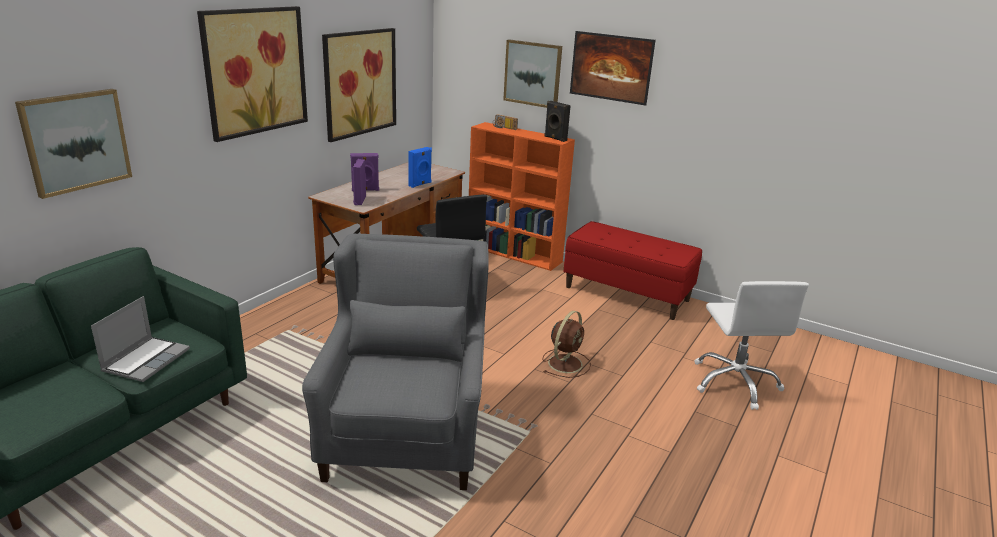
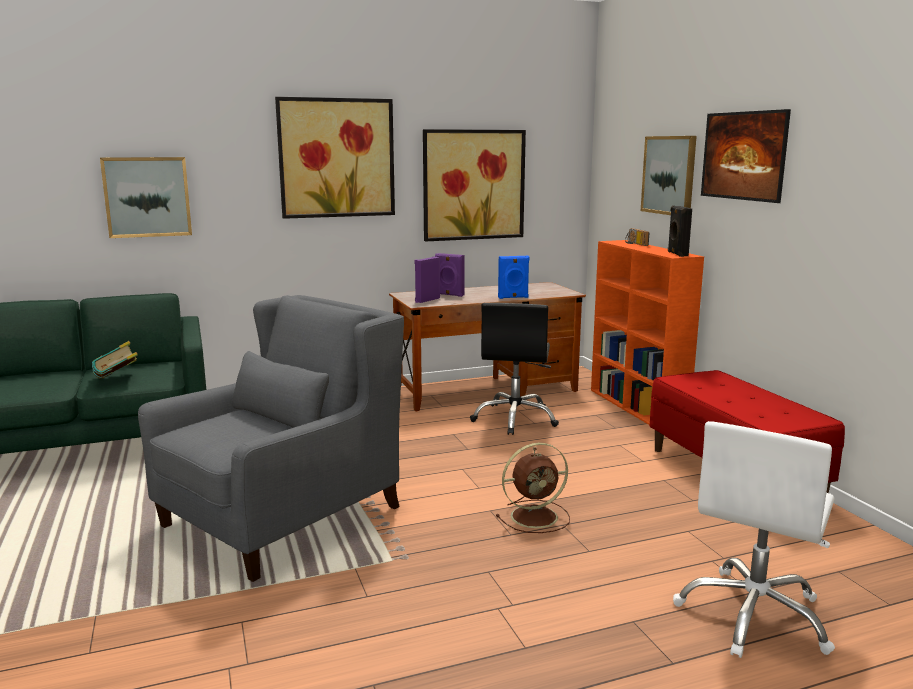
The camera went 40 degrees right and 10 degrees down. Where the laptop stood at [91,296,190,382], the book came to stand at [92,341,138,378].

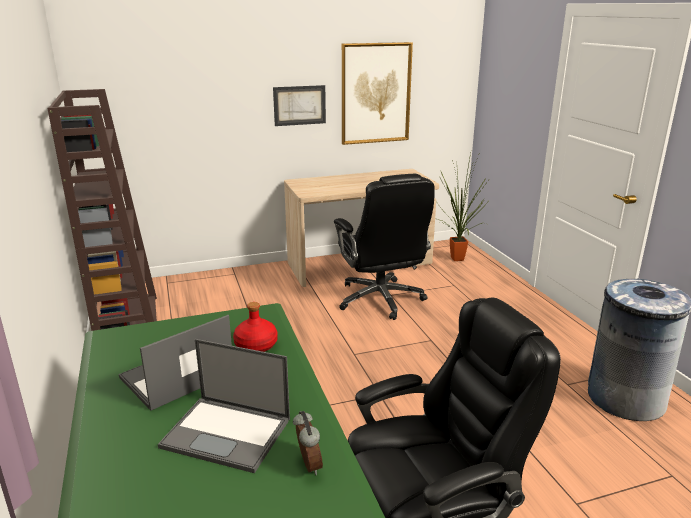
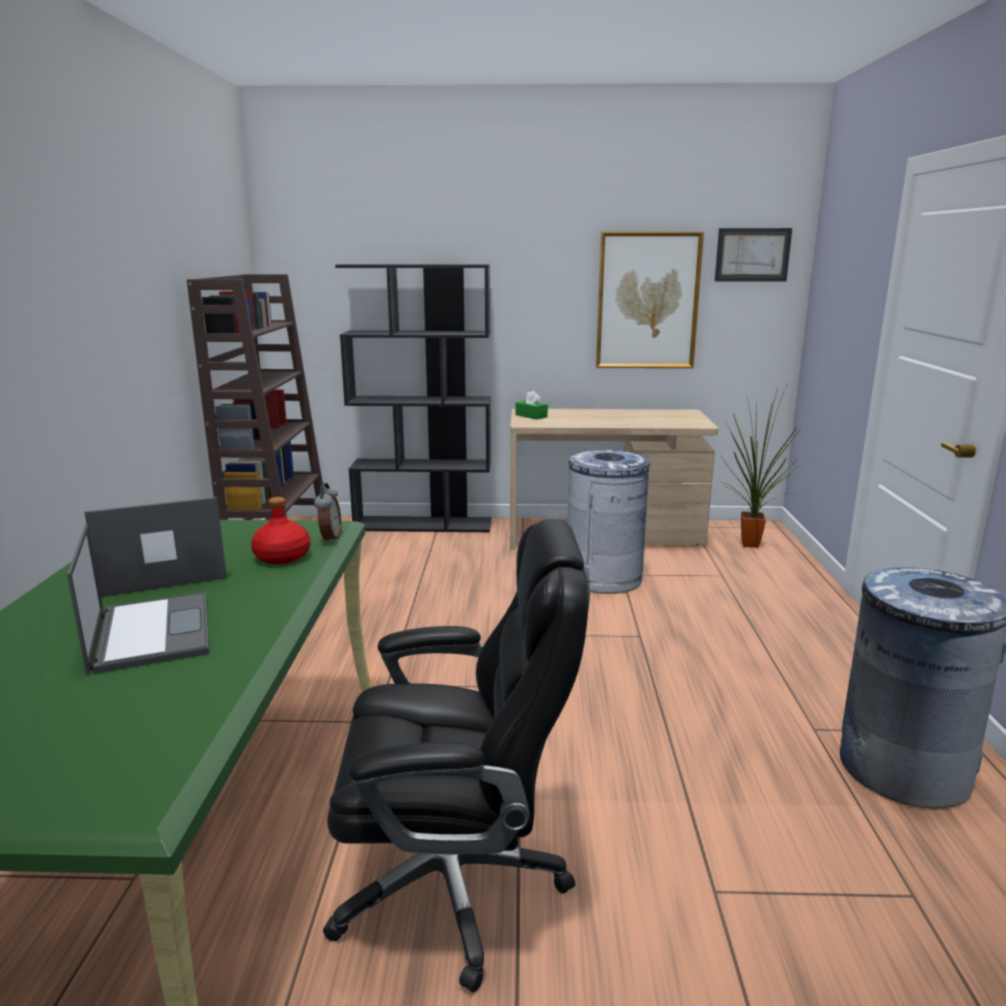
The camera went 20 degrees right and 5 degrees down. The laptop at [158,339,290,473] ended up facing another way, 150 degrees counterclockwise from before. The picture ended up elsewhere, having gone from [273,85,326,126] to [715,228,792,281]. The alarm clock ended up elsewhere, having gone from [293,411,323,475] to [314,483,341,544]. Where the black office chair stood at [334,174,435,320], the grey trash can came to stand at [567,450,650,594]. The second view gained the black bookcase at [335,264,491,532]. The second view gained the green tissue box at [515,391,548,420].

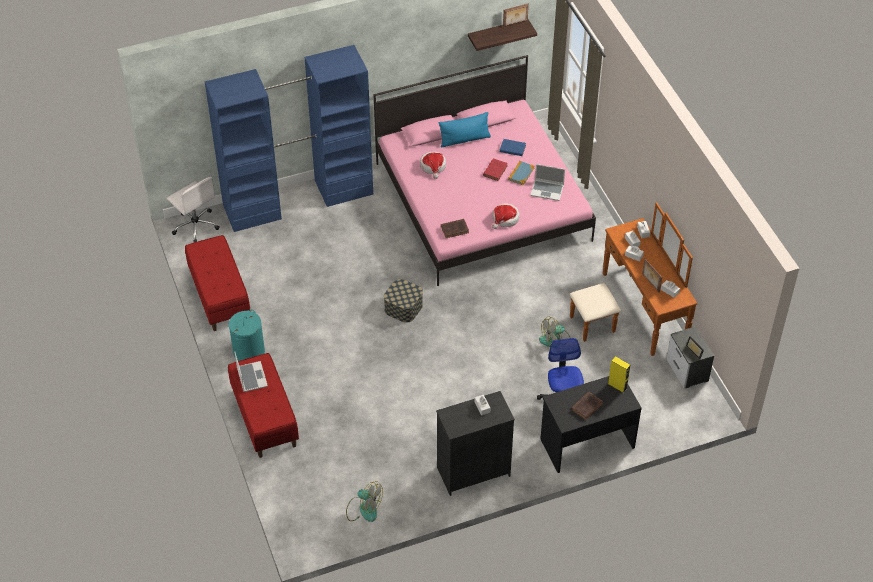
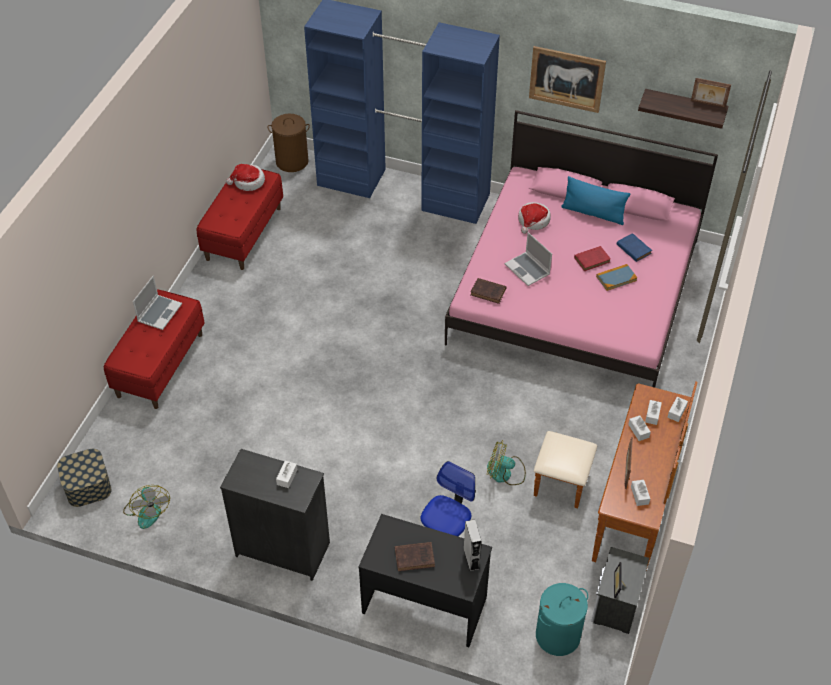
The camera went 40 degrees right and 0 degrees up. Where the white office chair stood at [167,177,220,243], the brown laundry basket came to stand at [267,114,310,172]. The turquoise laundry basket ended up elsewhere, having gone from [229,309,265,361] to [536,583,588,656]. The storage box ended up elsewhere, having gone from [384,279,423,323] to [57,449,111,507]. The hat ended up elsewhere, having gone from [492,203,520,229] to [226,164,265,191]. The laptop ended up elsewhere, having gone from [530,164,565,201] to [505,232,552,286]. What was the yellow speaker at [608,356,630,393] turned into the grey speaker at [463,519,481,571]. The second view gained the picture at [529,46,606,113].

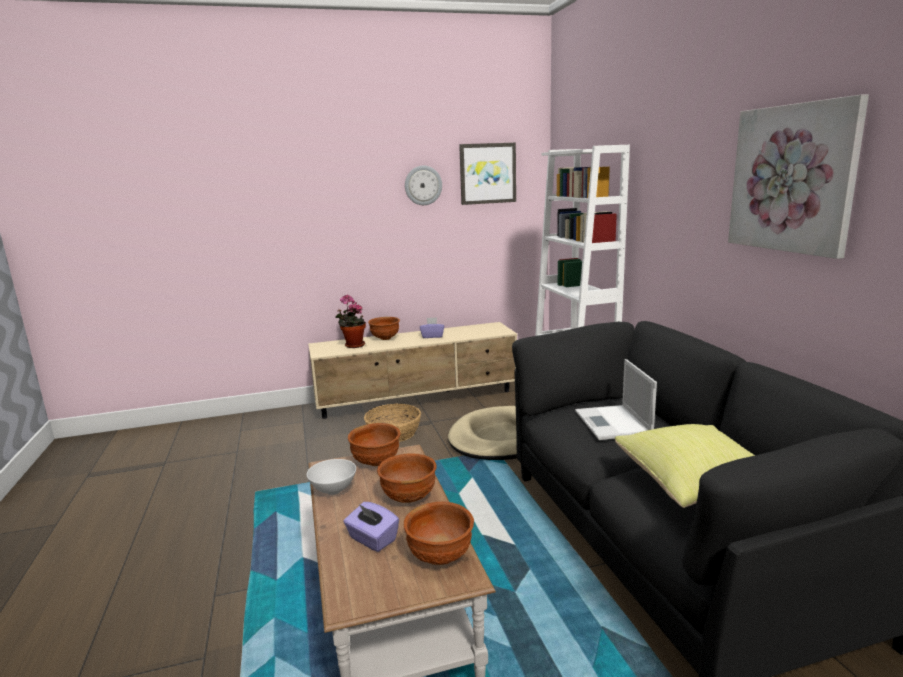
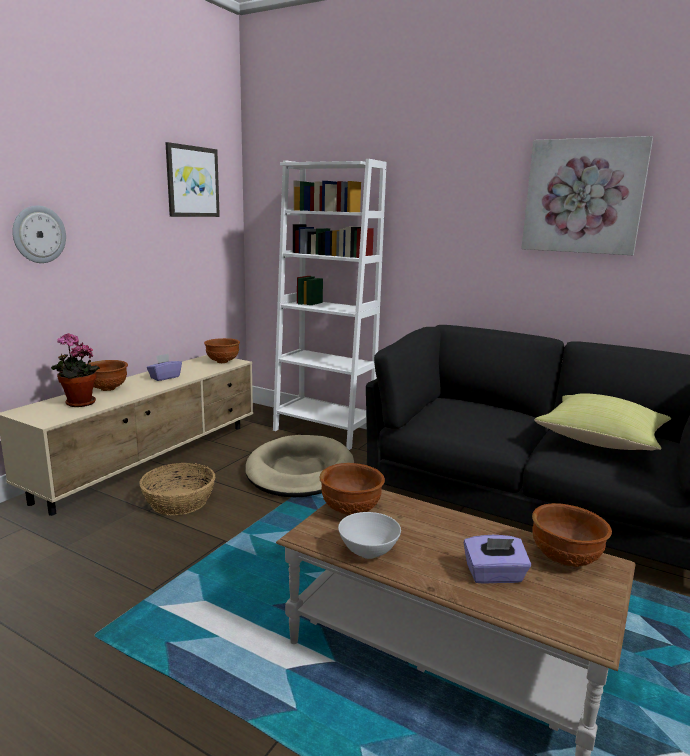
The camera went 45 degrees left and 0 degrees up. The brown bowl ended up elsewhere, having gone from [377,453,437,503] to [204,338,240,363]. The wall clock ended up elsewhere, having gone from [405,166,442,205] to [12,205,66,263]. The second view lost the laptop at [575,359,657,440].

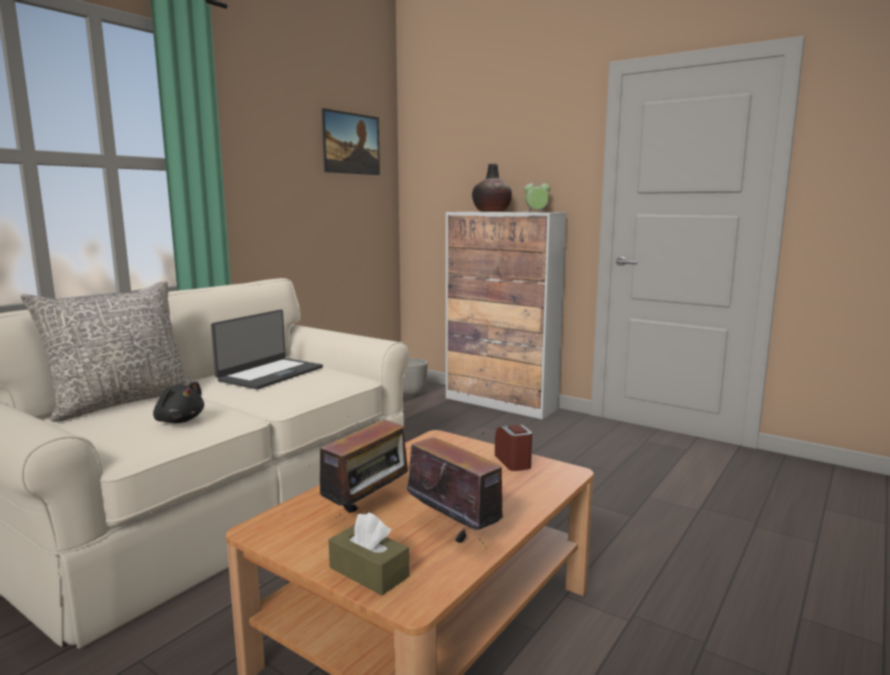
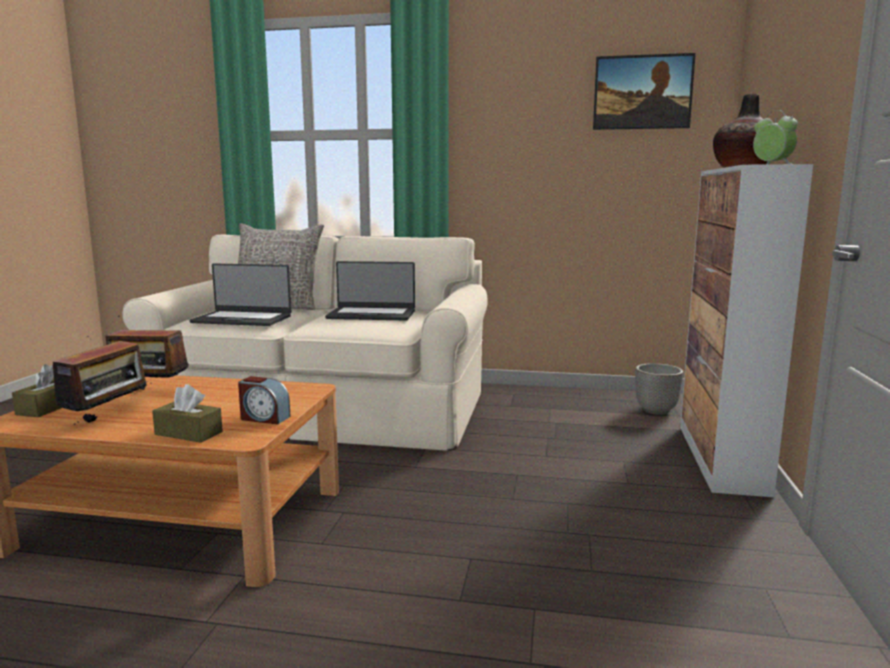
The camera went 65 degrees right and 0 degrees up. Where the black plush toy stood at [153,381,204,423], the laptop came to stand at [189,263,292,326]. The alarm clock at [495,424,532,471] ended up facing another way, 60 degrees clockwise from before. The second view gained the brown tissue box at [152,384,223,443].

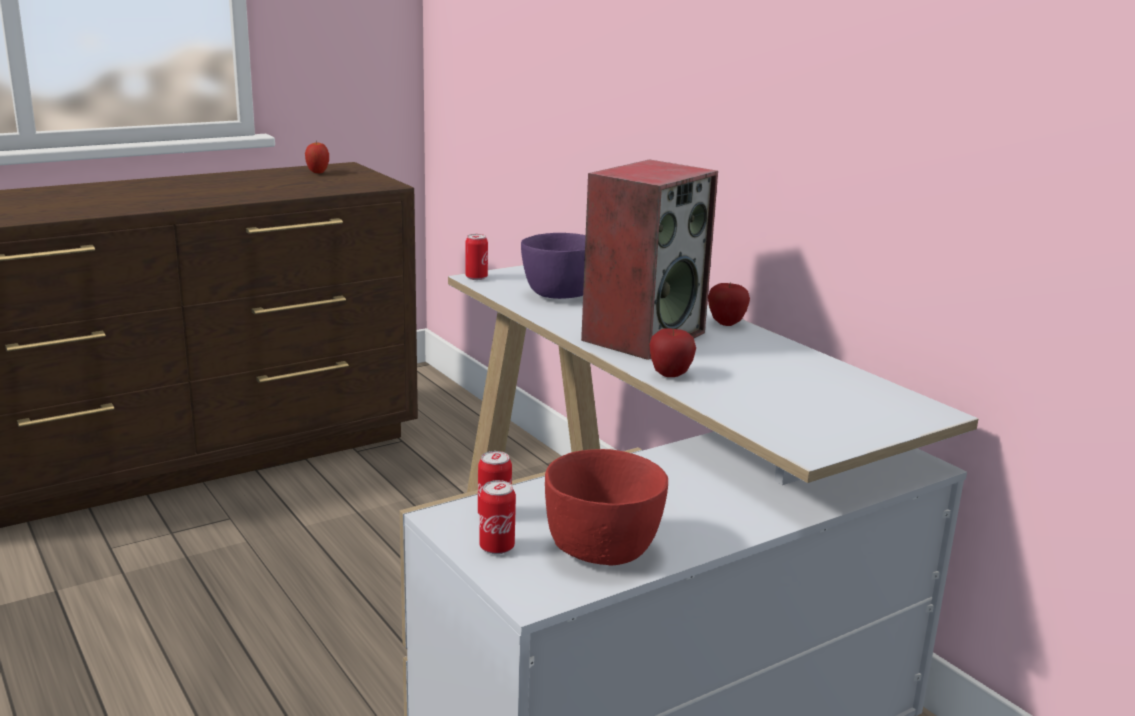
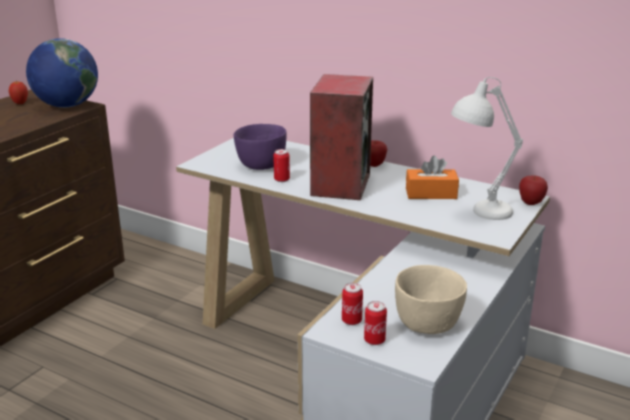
The camera went 25 degrees left and 5 degrees up. The can ended up elsewhere, having gone from [465,234,488,280] to [273,149,290,182]. What was the red bowl at [545,449,668,565] turned into the beige bowl at [395,265,467,334]. The apple ended up elsewhere, having gone from [649,328,696,377] to [519,175,548,205]. The second view gained the globe at [26,38,98,108]. The second view gained the orange tissue box at [406,156,459,199]. The second view gained the white table lamp at [451,77,523,220].

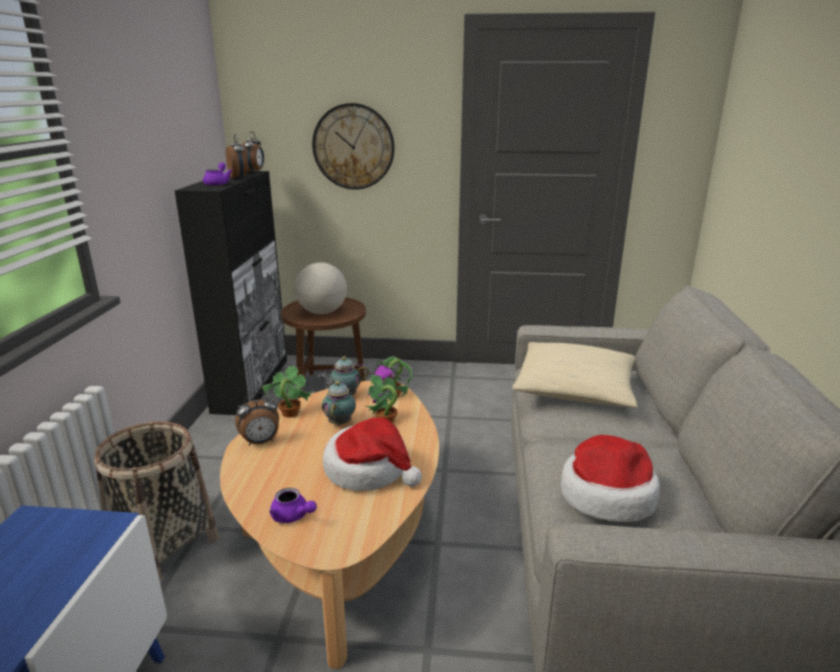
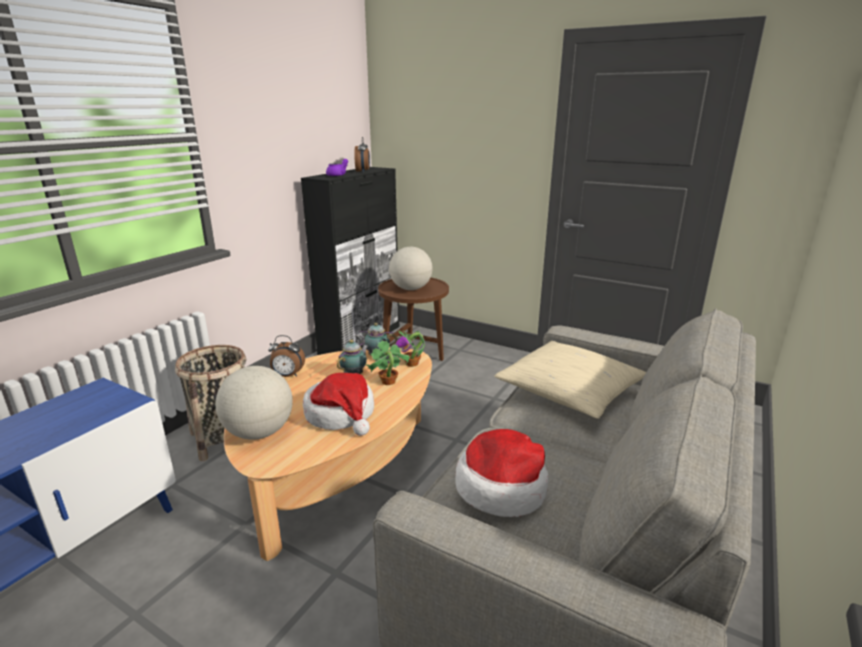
The camera went 25 degrees right and 0 degrees up. The second view lost the alarm clock at [242,131,264,173]. The second view lost the potted plant at [262,365,313,418]. Where the purple teapot stood at [269,488,317,523], the globe came to stand at [216,366,293,440]. The second view lost the wall clock at [312,103,395,190].

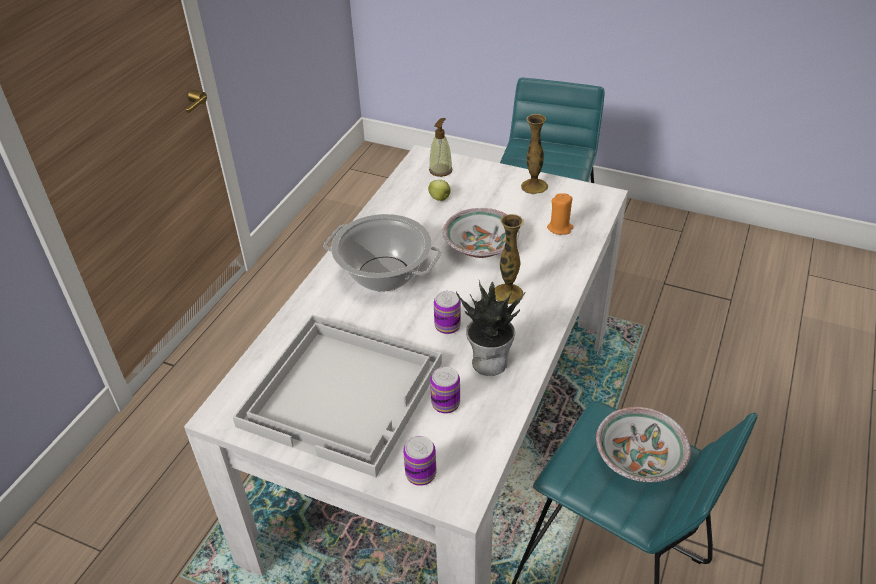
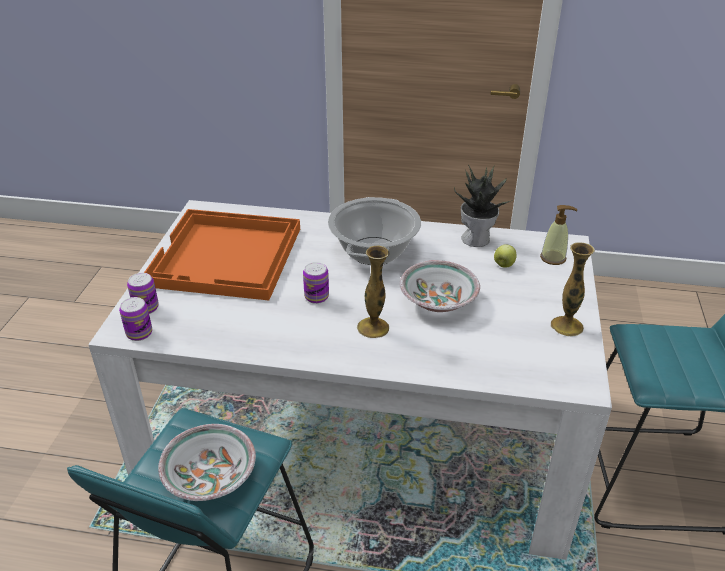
The camera went 75 degrees right and 5 degrees down. What was the white tray at [233,315,442,477] turned into the orange tray at [144,209,300,301]. The can ended up elsewhere, having gone from [430,367,460,414] to [119,297,152,341]. The potted plant ended up elsewhere, having gone from [456,280,526,376] to [454,164,511,247]. The second view lost the orange candle at [547,193,574,235].

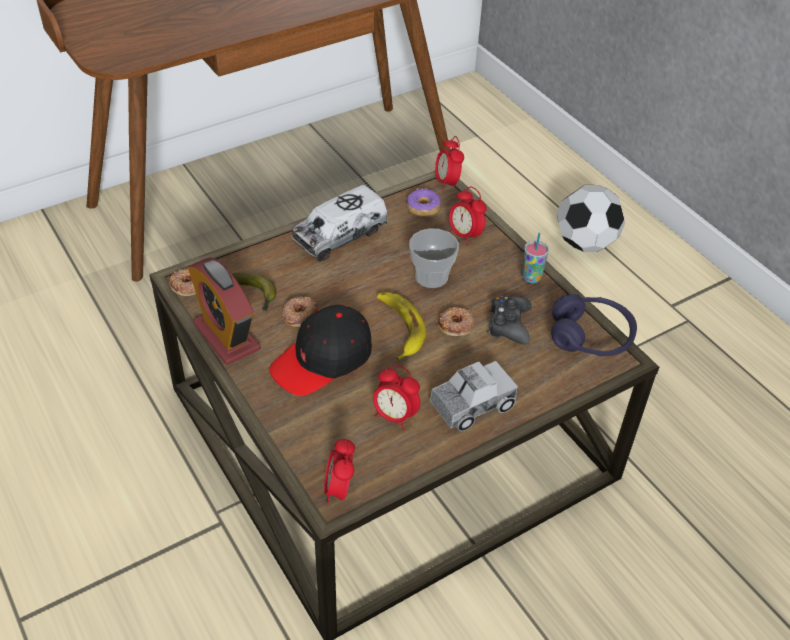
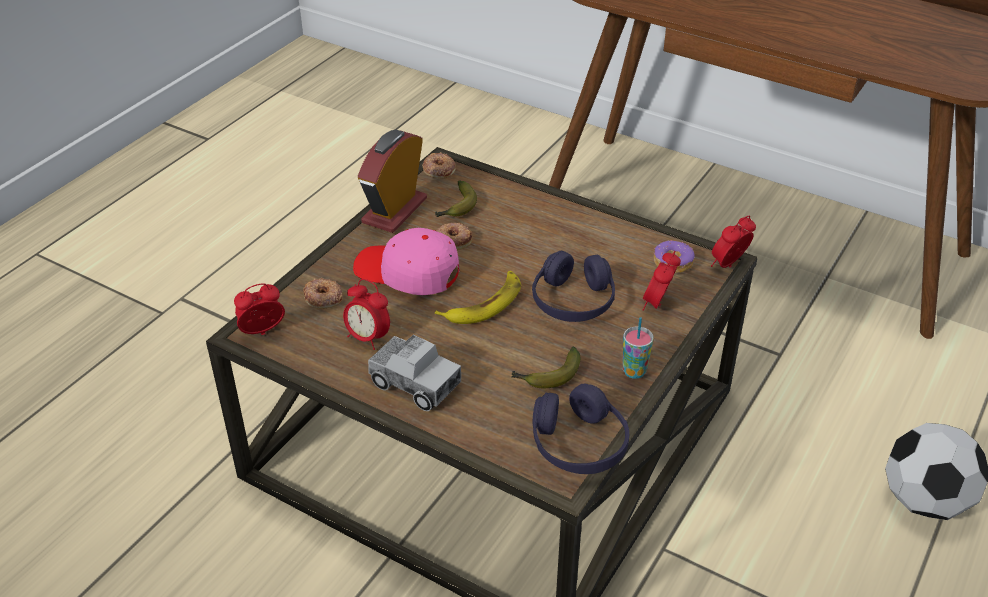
The camera went 65 degrees right and 5 degrees down. What was the black cap at [269,305,372,396] turned into the pink cap at [353,228,459,295]. The second view lost the toy truck at [292,185,388,262]. The alarm clock at [373,365,420,430] ended up facing another way, 60 degrees counterclockwise from before. Where the cup stood at [409,228,459,288], the purple headphones came to stand at [532,251,615,322]. The donut ended up elsewhere, having gone from [438,307,475,336] to [303,278,343,309]. Where the black game controller stood at [487,295,532,344], the banana came to stand at [511,347,580,388].

